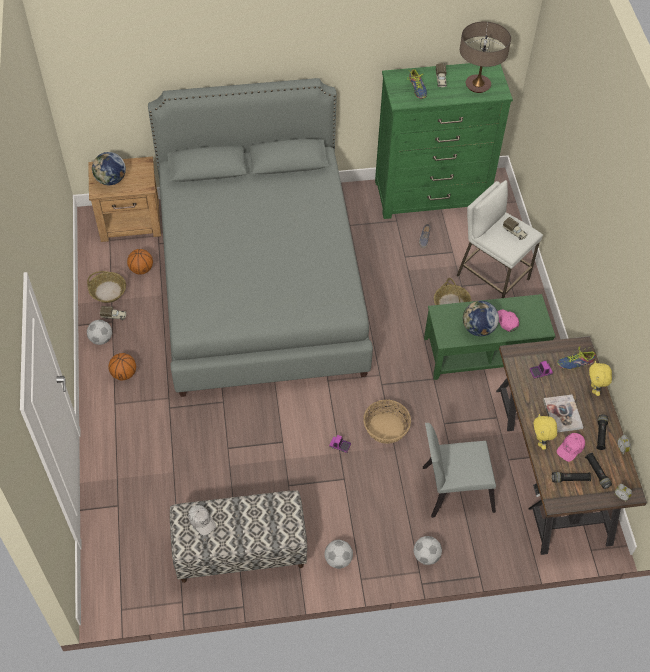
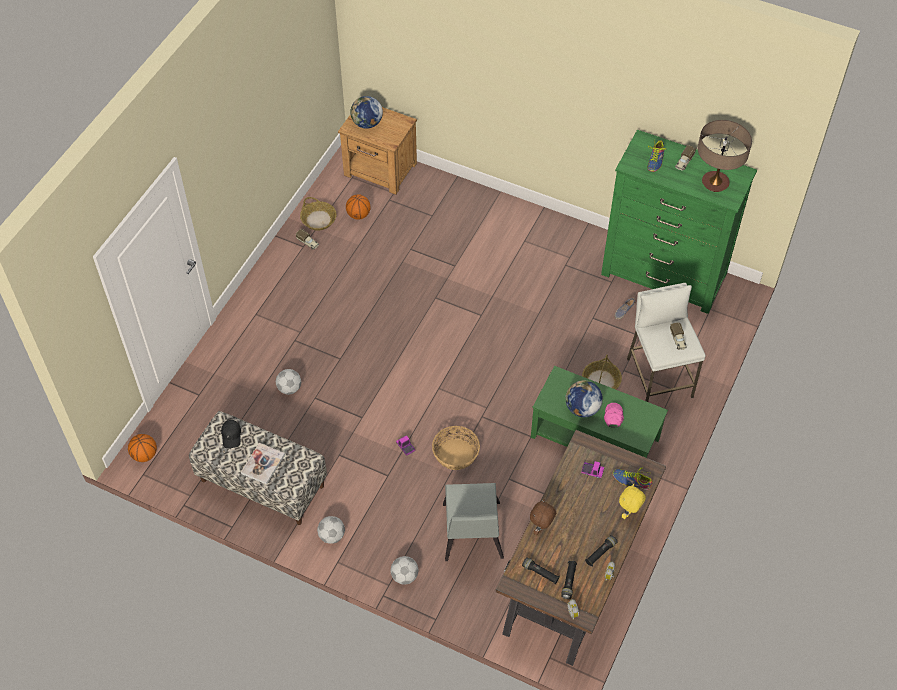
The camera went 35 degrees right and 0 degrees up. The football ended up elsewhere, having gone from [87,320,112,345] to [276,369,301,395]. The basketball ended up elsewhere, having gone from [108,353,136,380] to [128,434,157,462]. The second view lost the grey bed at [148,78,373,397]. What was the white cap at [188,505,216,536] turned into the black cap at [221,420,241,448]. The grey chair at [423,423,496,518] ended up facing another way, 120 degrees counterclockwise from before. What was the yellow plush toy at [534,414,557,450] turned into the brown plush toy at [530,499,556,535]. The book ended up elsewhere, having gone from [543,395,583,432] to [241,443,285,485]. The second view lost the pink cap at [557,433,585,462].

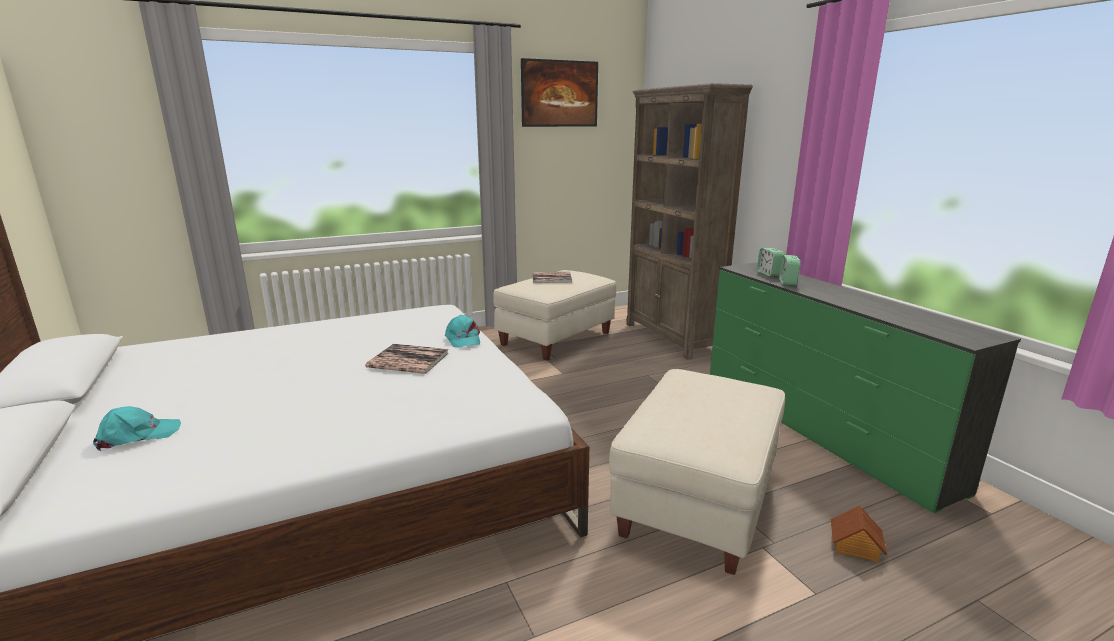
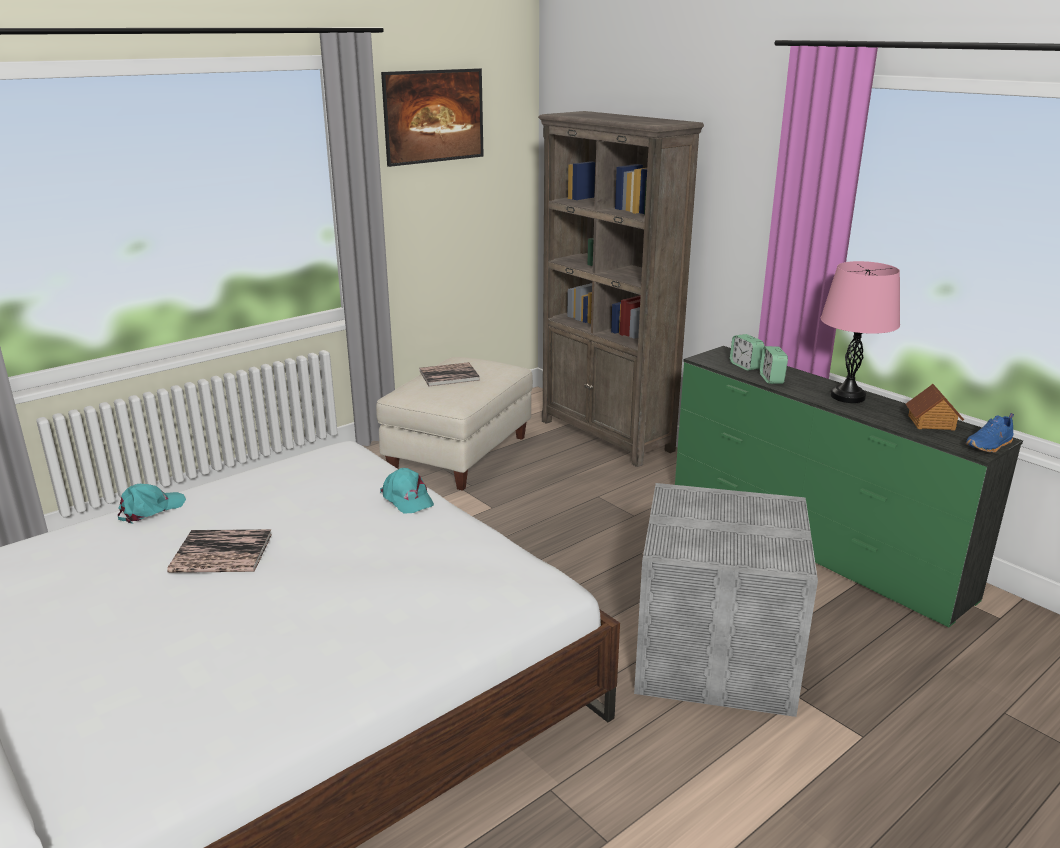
The camera went 15 degrees left and 5 degrees up. The turquoise cap ended up elsewhere, having gone from [93,406,181,451] to [118,484,186,523]. The book ended up elsewhere, having gone from [365,344,449,374] to [167,529,272,573]. Where the beige ottoman stood at [609,369,785,575], the grey storage box came to stand at [634,483,818,717]. The toy house ended up elsewhere, having gone from [831,505,887,563] to [906,384,964,431]. The second view gained the pink table lamp at [821,261,900,403]. The second view gained the blue shoe at [966,413,1014,453].

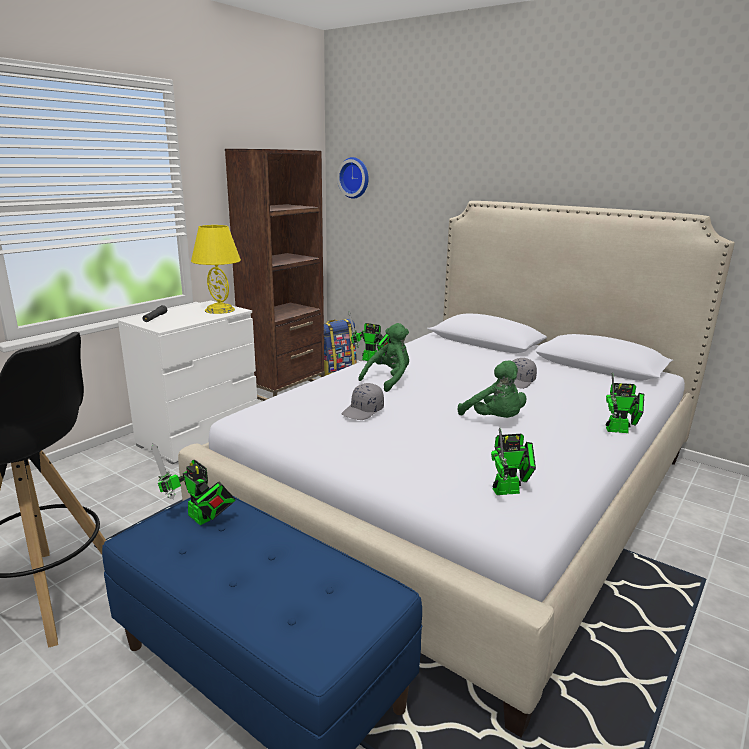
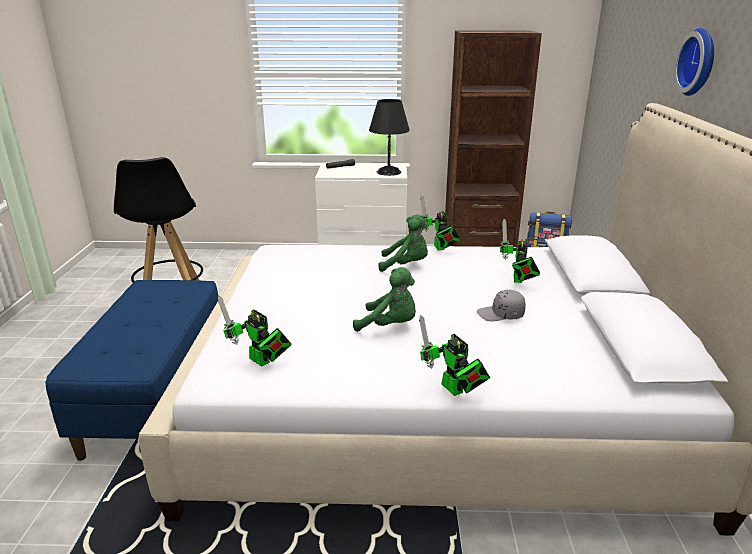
The camera went 55 degrees right and 5 degrees up. The toy robot ended up elsewhere, having gone from [151,443,235,525] to [500,219,540,283]. What was the yellow table lamp at [191,225,241,314] turned into the black table lamp at [369,99,410,176]. The wall clock ended up elsewhere, having gone from [337,157,369,199] to [674,28,714,96]. The second view lost the grey cap at [342,383,384,420]. The green plush toy at [458,360,526,418] ended up facing another way, 90 degrees counterclockwise from before.

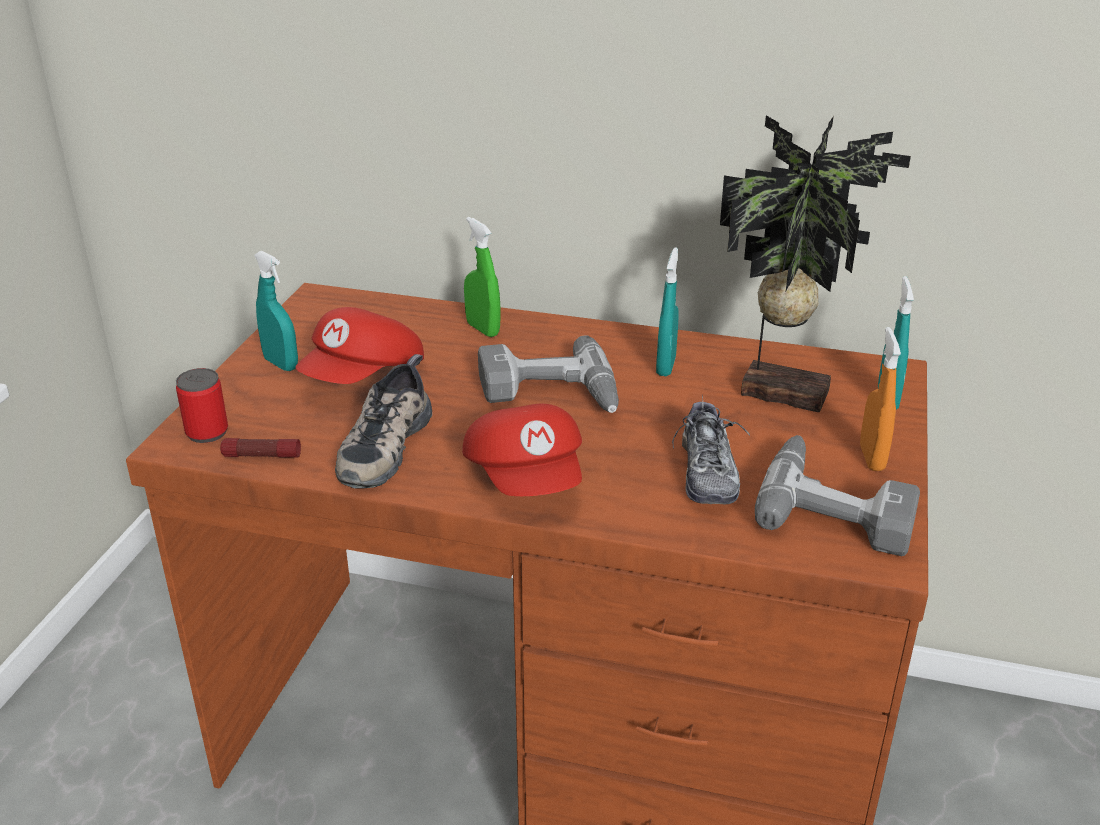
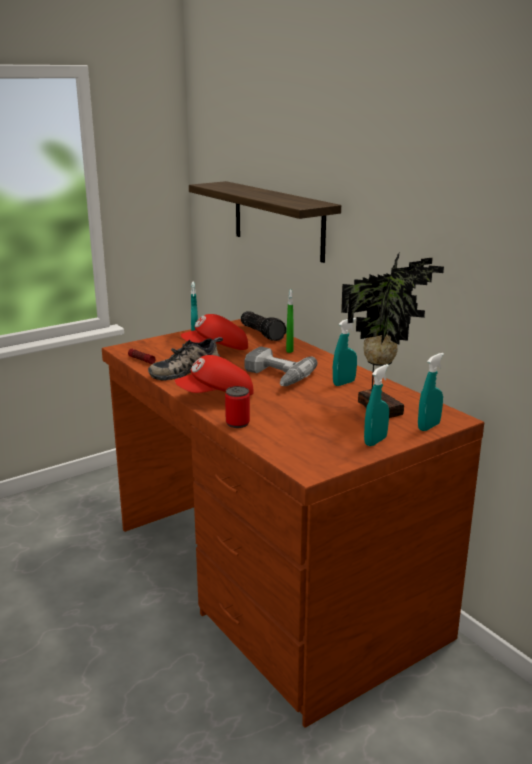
The camera went 40 degrees right and 10 degrees down. The can ended up elsewhere, having gone from [176,368,228,443] to [225,386,250,428]. The red cap at [462,404,582,496] ended up facing another way, 45 degrees clockwise from before. The second view lost the shoe at [672,395,750,504]. The second view lost the power drill at [755,435,920,556]. What was the orange spray bottle at [860,327,901,471] turned into the turquoise spray bottle at [364,364,389,446]. The second view gained the shelf at [189,181,341,263]. The second view gained the flashlight at [241,311,287,341].

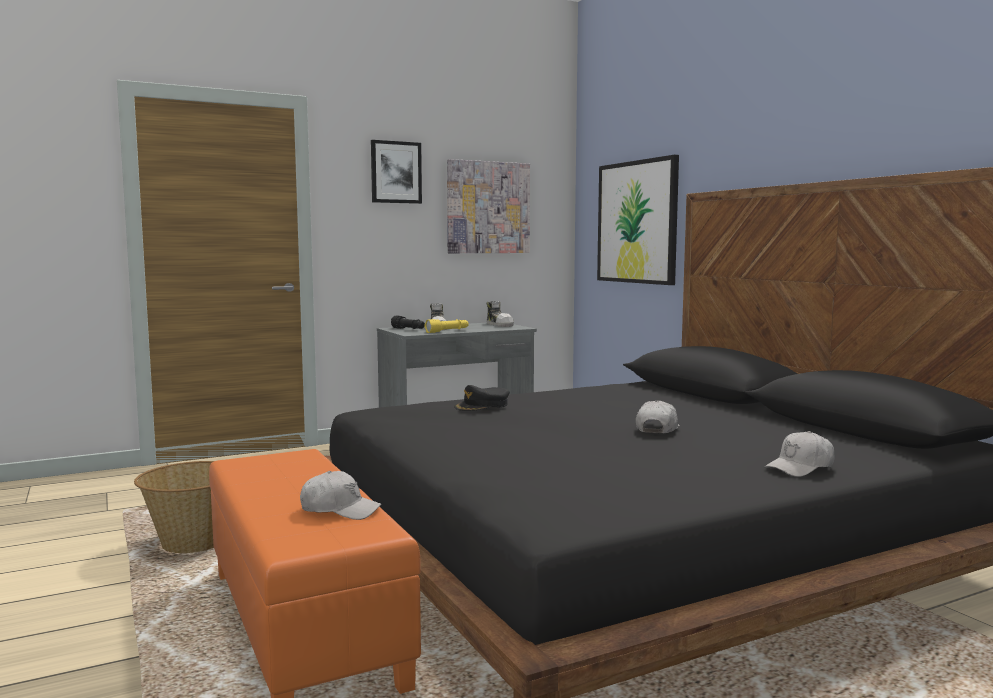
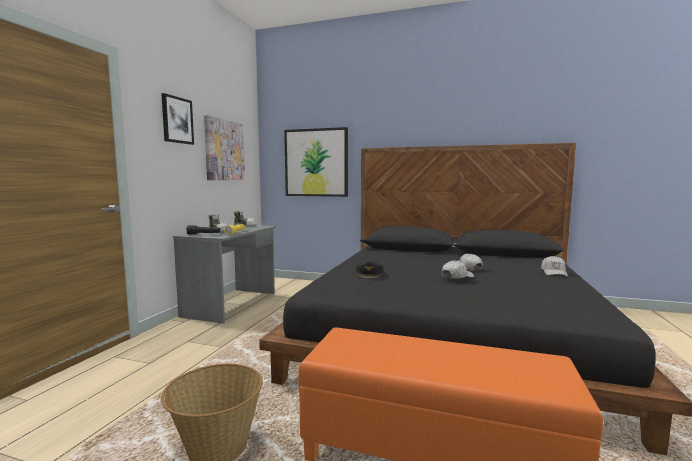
The camera went 45 degrees left and 0 degrees up. The white cap ended up elsewhere, having gone from [300,471,381,520] to [442,260,474,279].

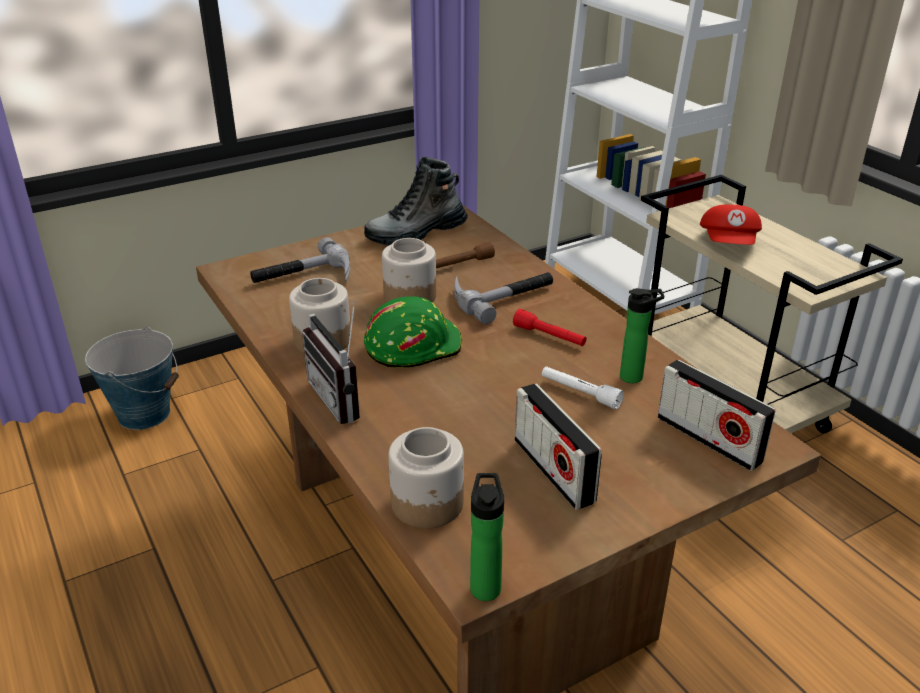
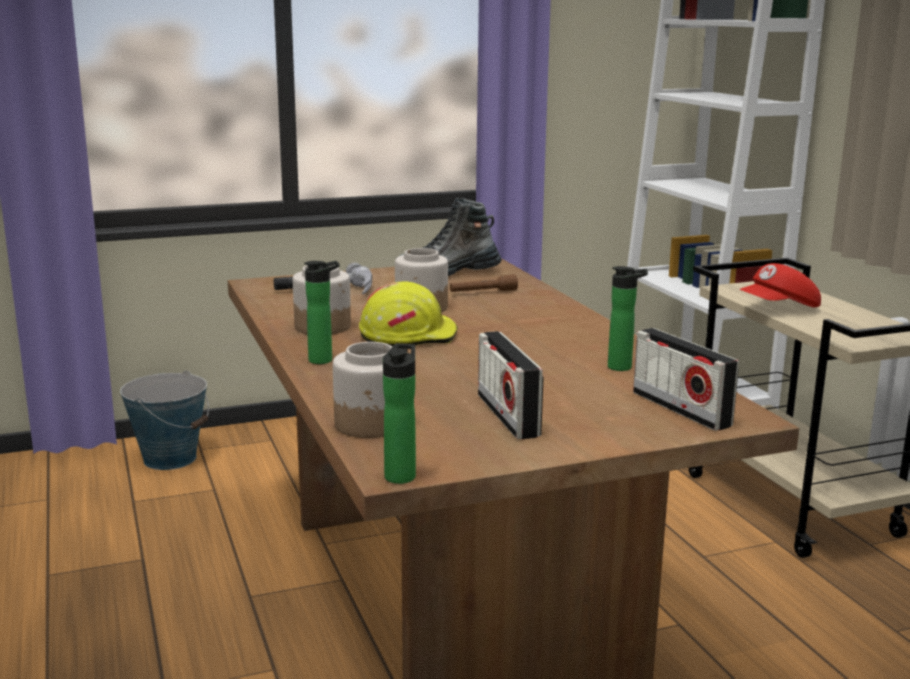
The camera went 10 degrees right and 15 degrees down. Where the radio stood at [302,300,360,424], the bottle came to stand at [304,261,340,364]. What was the green hard hat at [364,297,462,368] turned into the yellow hard hat at [359,281,458,346]. The second view lost the hammer at [454,272,553,324]. The second view lost the red flashlight at [513,309,586,346]. The second view lost the white flashlight at [542,366,624,409]. The red cap at [700,204,762,245] ended up facing another way, 45 degrees clockwise from before.

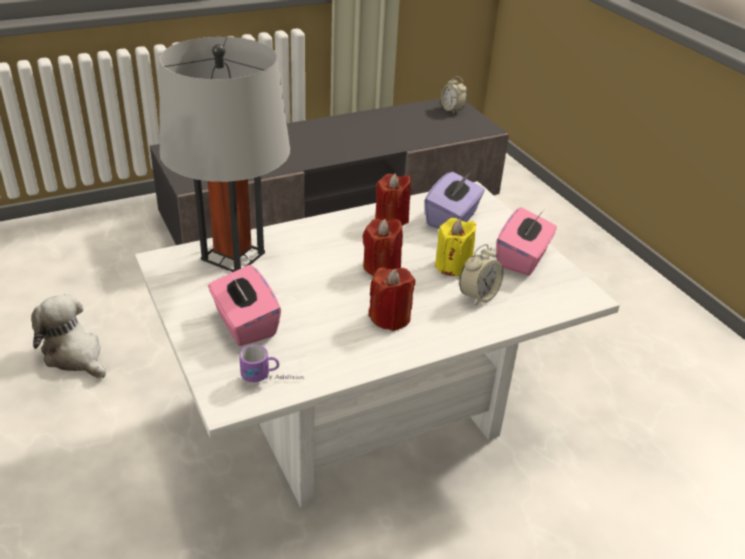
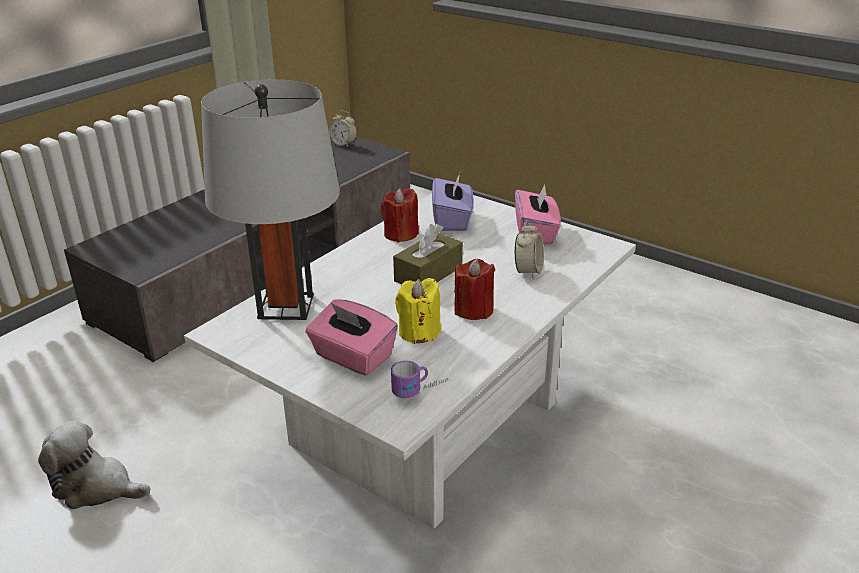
The camera went 25 degrees left and 5 degrees down. Where the red candle stood at [363,219,403,277], the brown tissue box came to stand at [393,224,463,284]. The yellow candle ended up elsewhere, having gone from [435,218,476,276] to [395,278,441,344].

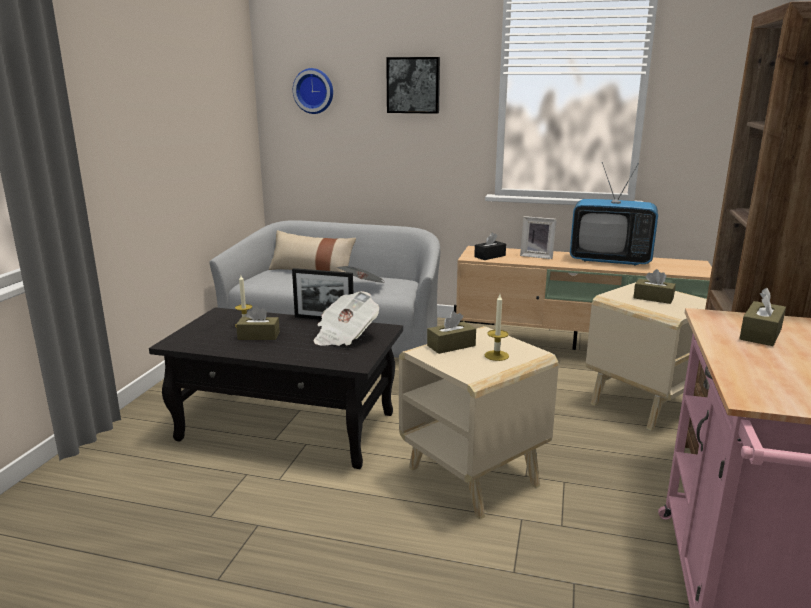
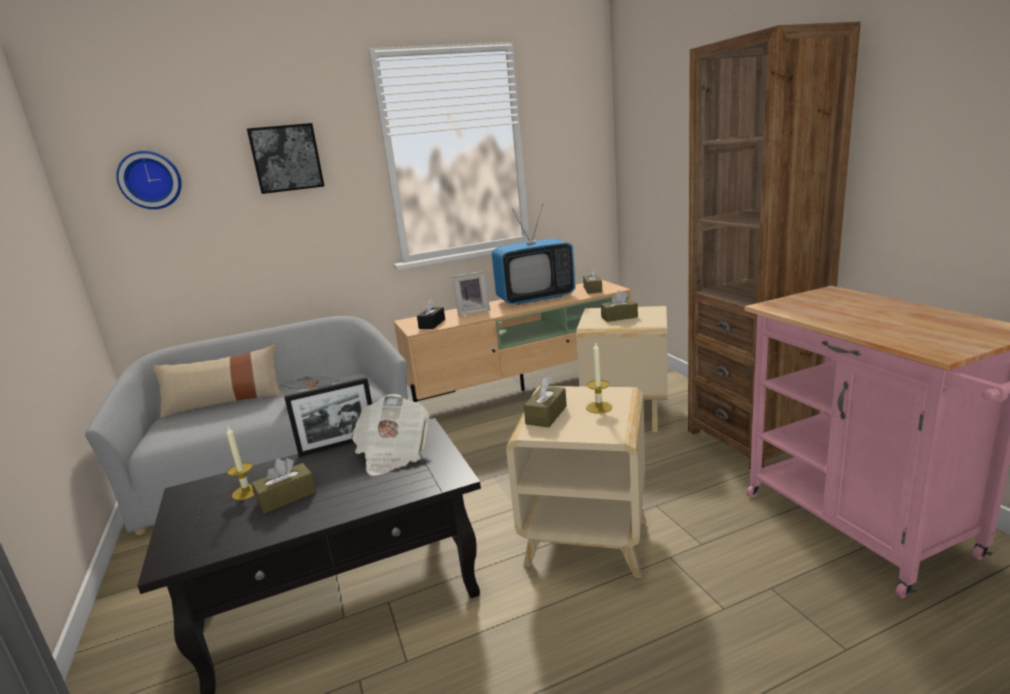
The camera went 35 degrees left and 0 degrees up. The brown tissue box ended up elsewhere, having gone from [739,288,786,346] to [583,267,602,294].

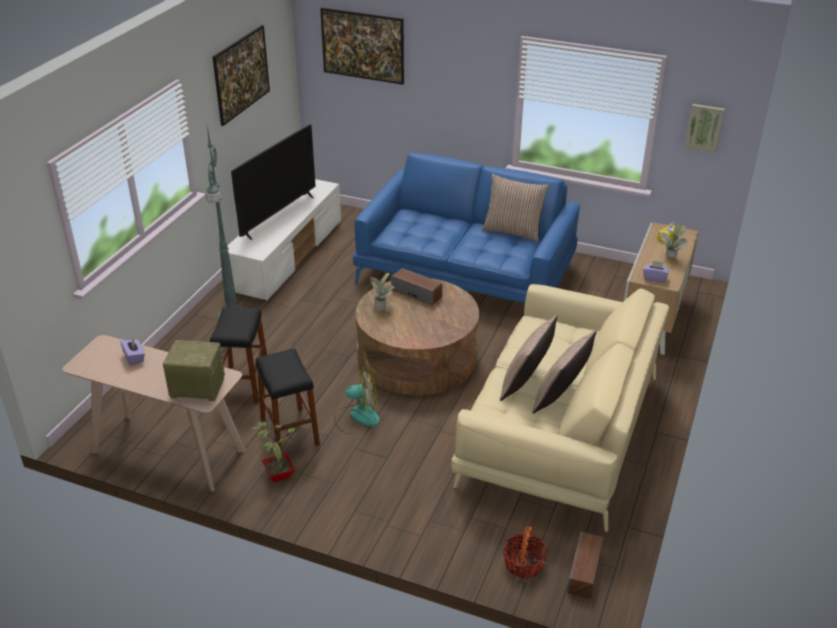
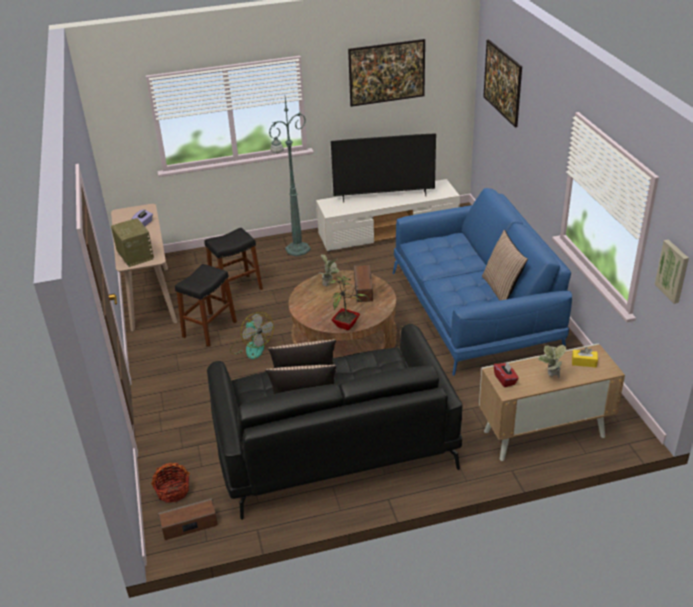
The camera went 55 degrees right and 0 degrees up. The potted plant ended up elsewhere, having gone from [250,422,297,482] to [326,276,369,331]. What was the beige sofa at [451,284,669,532] turned into the black sofa at [207,324,463,520]. What was the purple tissue box at [643,260,669,283] turned into the red tissue box at [493,362,519,387].

